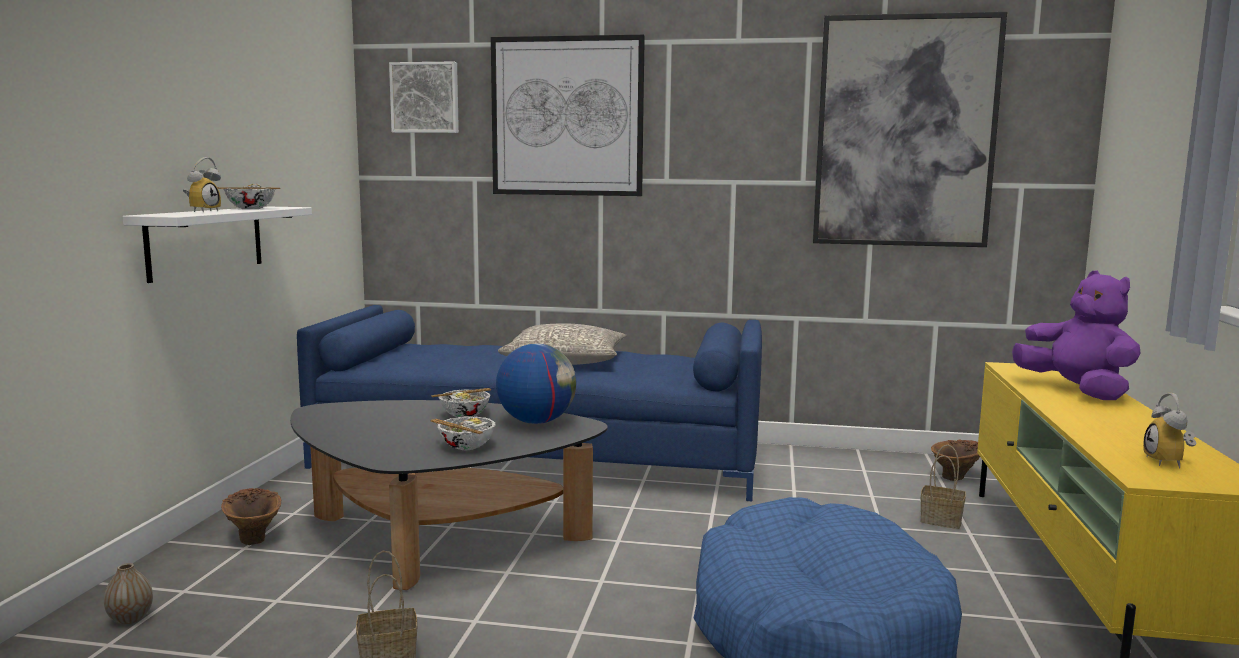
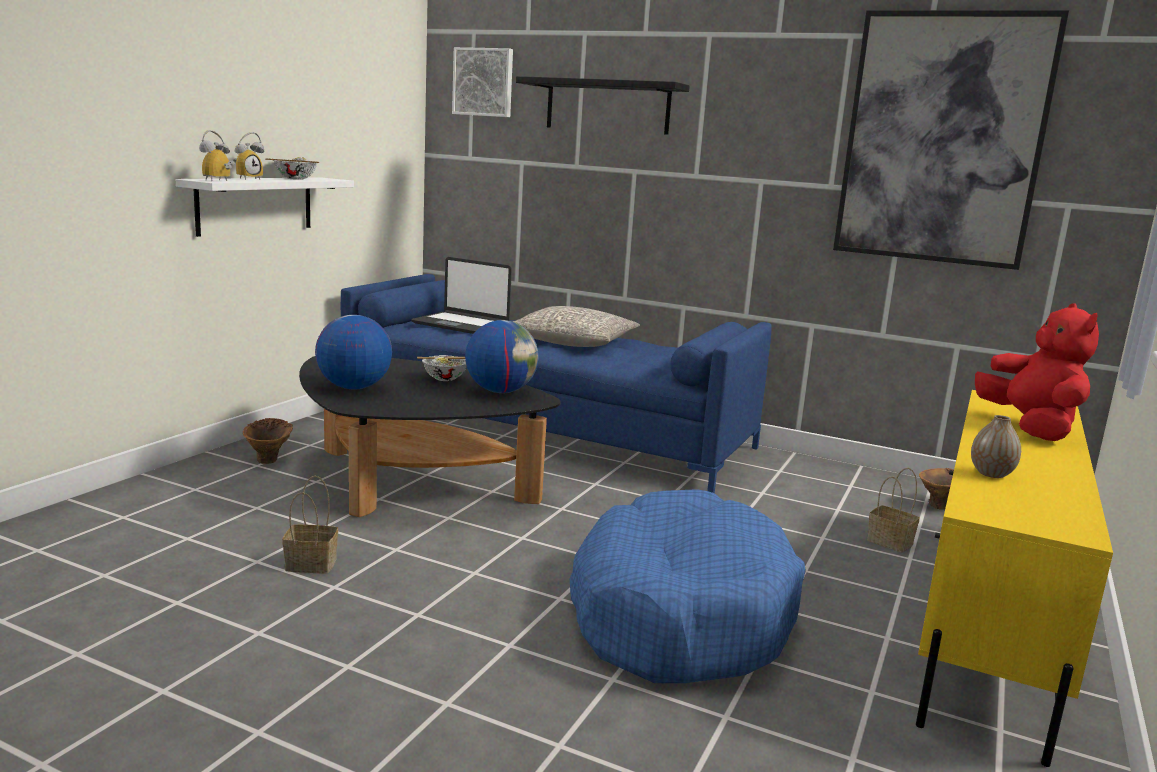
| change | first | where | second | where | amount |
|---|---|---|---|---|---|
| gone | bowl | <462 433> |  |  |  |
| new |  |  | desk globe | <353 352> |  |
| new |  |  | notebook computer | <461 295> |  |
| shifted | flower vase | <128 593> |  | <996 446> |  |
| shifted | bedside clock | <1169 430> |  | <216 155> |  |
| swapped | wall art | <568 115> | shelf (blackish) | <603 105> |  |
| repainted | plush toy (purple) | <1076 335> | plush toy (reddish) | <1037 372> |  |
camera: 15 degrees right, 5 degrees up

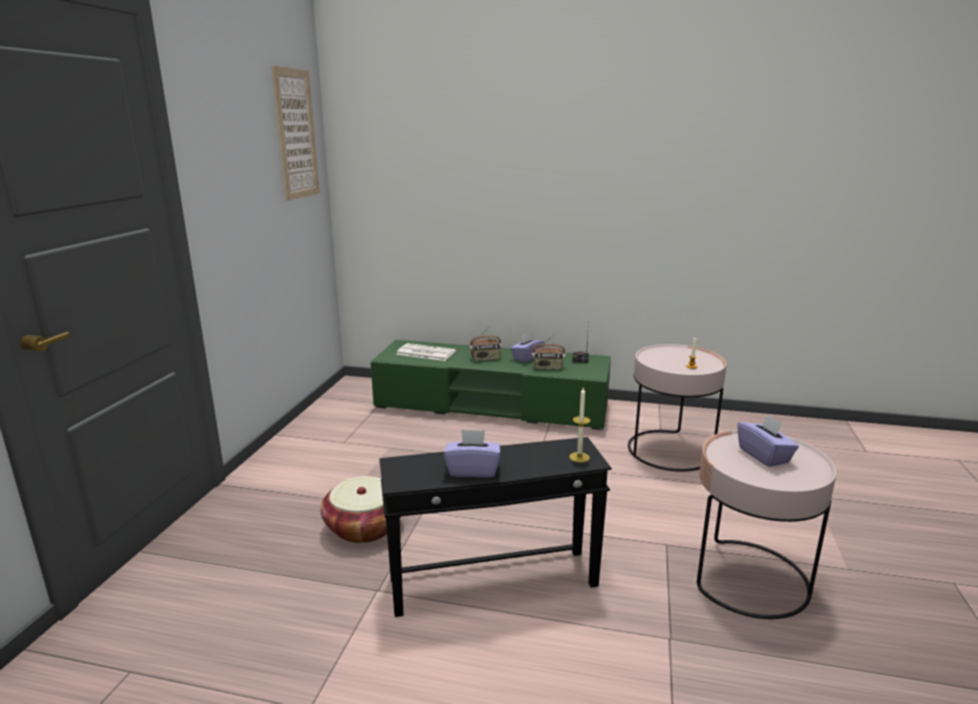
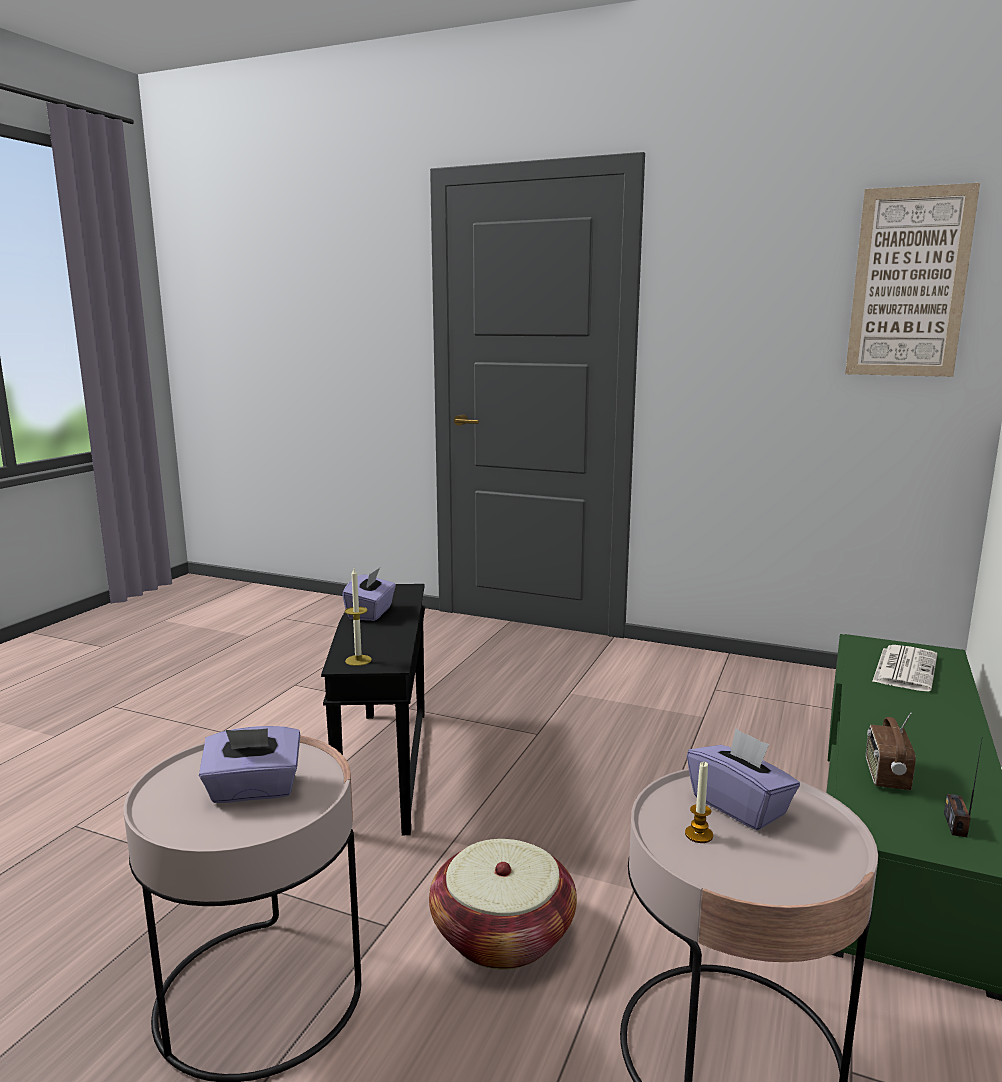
| change | first | where | second | where | amount |
|---|---|---|---|---|---|
| gone | radio set | <485 344> |  |  |  |
| shifted | basket | <361 509> |  | <503 904> |  |
| shifted | box of tissues (purple) | <528 348> |  | <743 779> |  |
camera: 100 degrees right, 5 degrees down

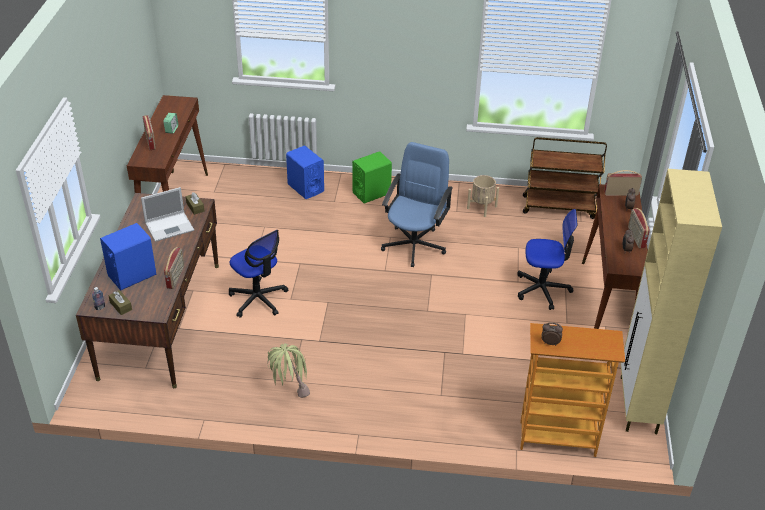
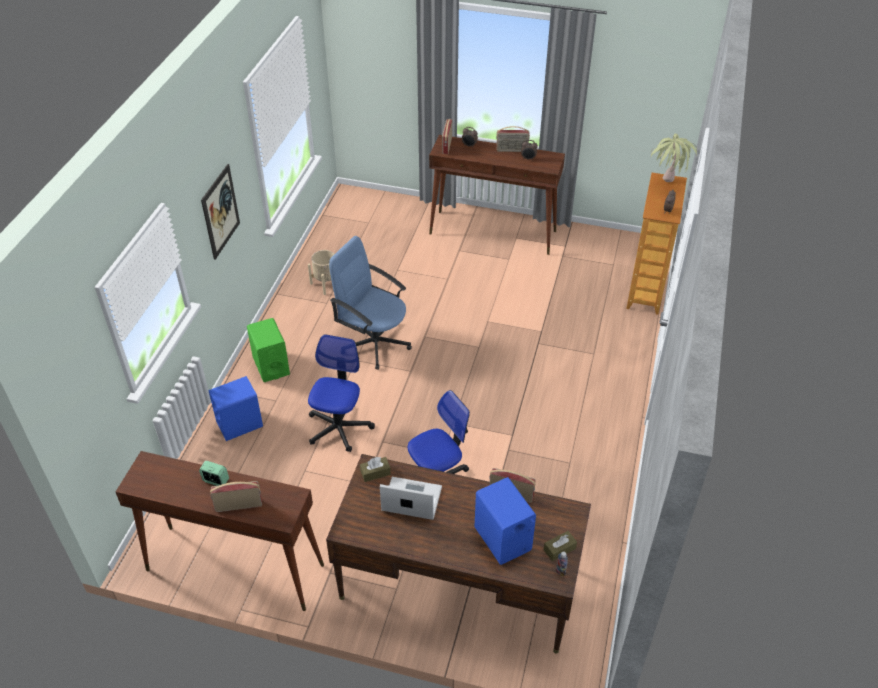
| change | first | where | second | where | amount |
|---|---|---|---|---|---|
| gone | trolley (brown-coloured) | <565 178> |  |  |  |
| gone | cabinet (beige-coloured) | <671 301> |  |  |  |
| new |  |  | wall art | <220 212> |  |
| shifted | houseplant | <289 370> |  | <674 158> |  |
| shifted | desk chair | <547 259> |  | <341 393> |  |
| rotated | notebook computer | <167 214> |  | <411 498> | 60 degrees counterclockwise |
camera: 80 degrees left, 5 degrees up

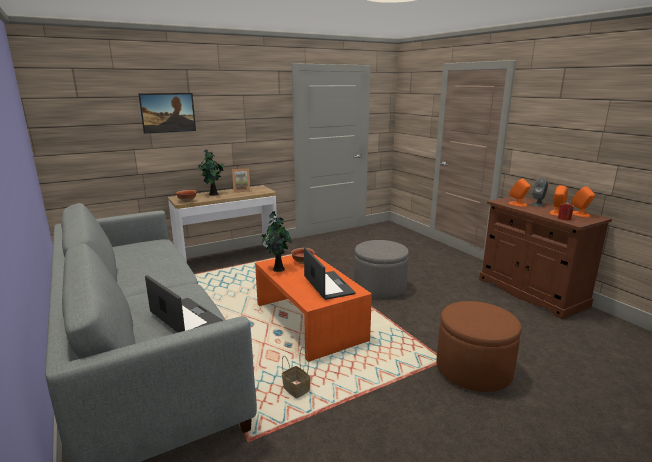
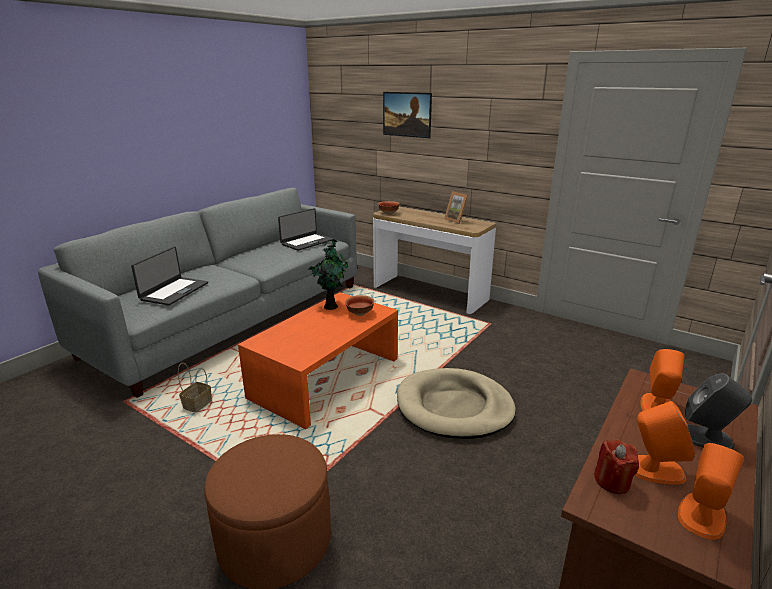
| change | first | where | second | where | amount |
|---|---|---|---|---|---|
| gone | houseplant | <211 172> |  |  |  |
| shifted | notebook computer | <330 273> |  | <306 229> |  |
| swapped | ottoman (gray) | <381 269> | pet bed (beige-coloured) | <456 403> |  |
camera: 65 degrees right, 5 degrees up

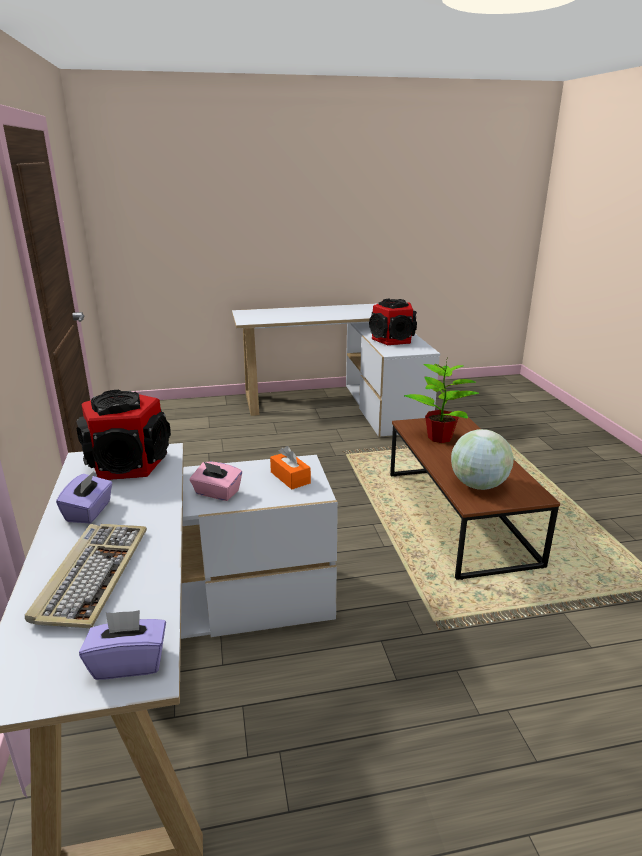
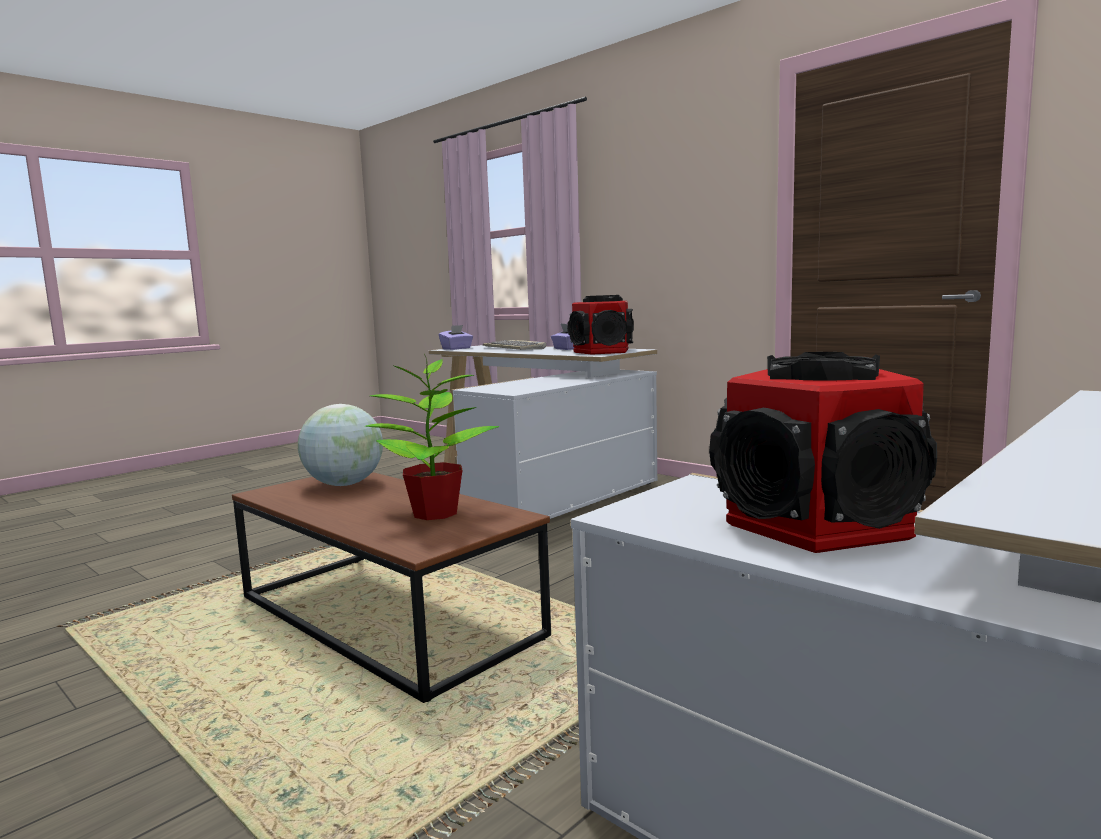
| change | first | where | second | where | amount |
|---|---|---|---|---|---|
| gone | box of tissues (pink) | <216 481> |  |  |  |
| gone | box of tissues (orange-coloured) | <290 467> |  |  |  |
camera: 145 degrees right, 15 degrees down

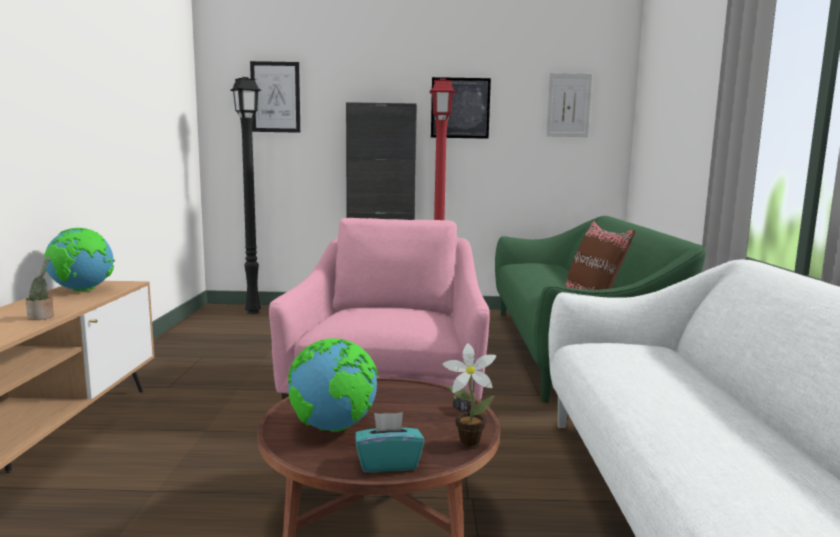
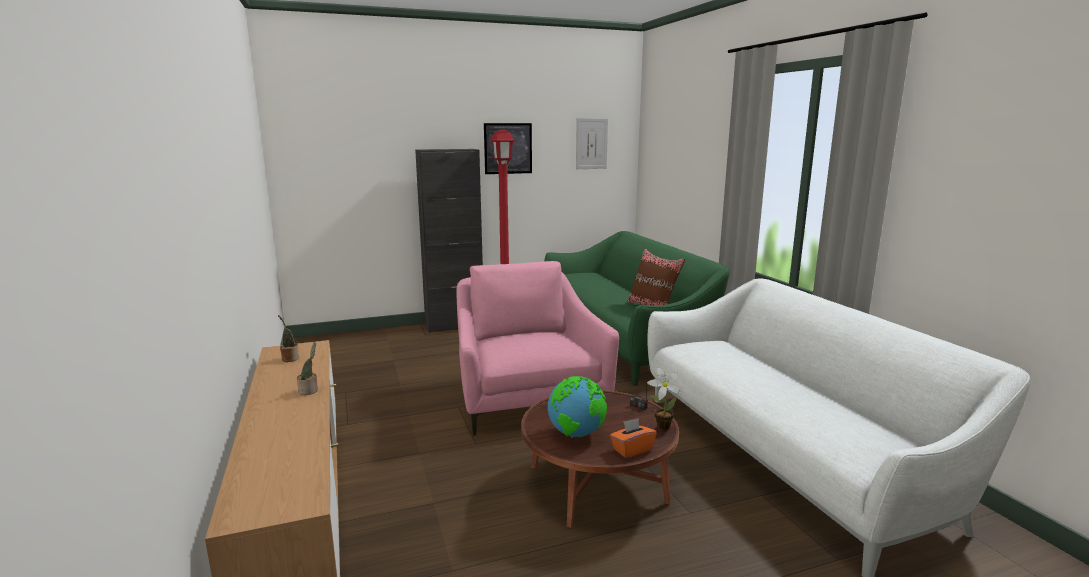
| change | first | where | second | where | amount |
|---|---|---|---|---|---|
| gone | floor lamp (blackish) | <245 195> |  |  |  |
| gone | wall art | <275 97> |  |  |  |
| swapped | desk globe | <79 259> | houseplant | <288 338> |  |
| repainted | box of tissues (turquoise) | <389 442> | box of tissues (orange-coloured) | <633 438> |  |
camera: 20 degrees left, 5 degrees up

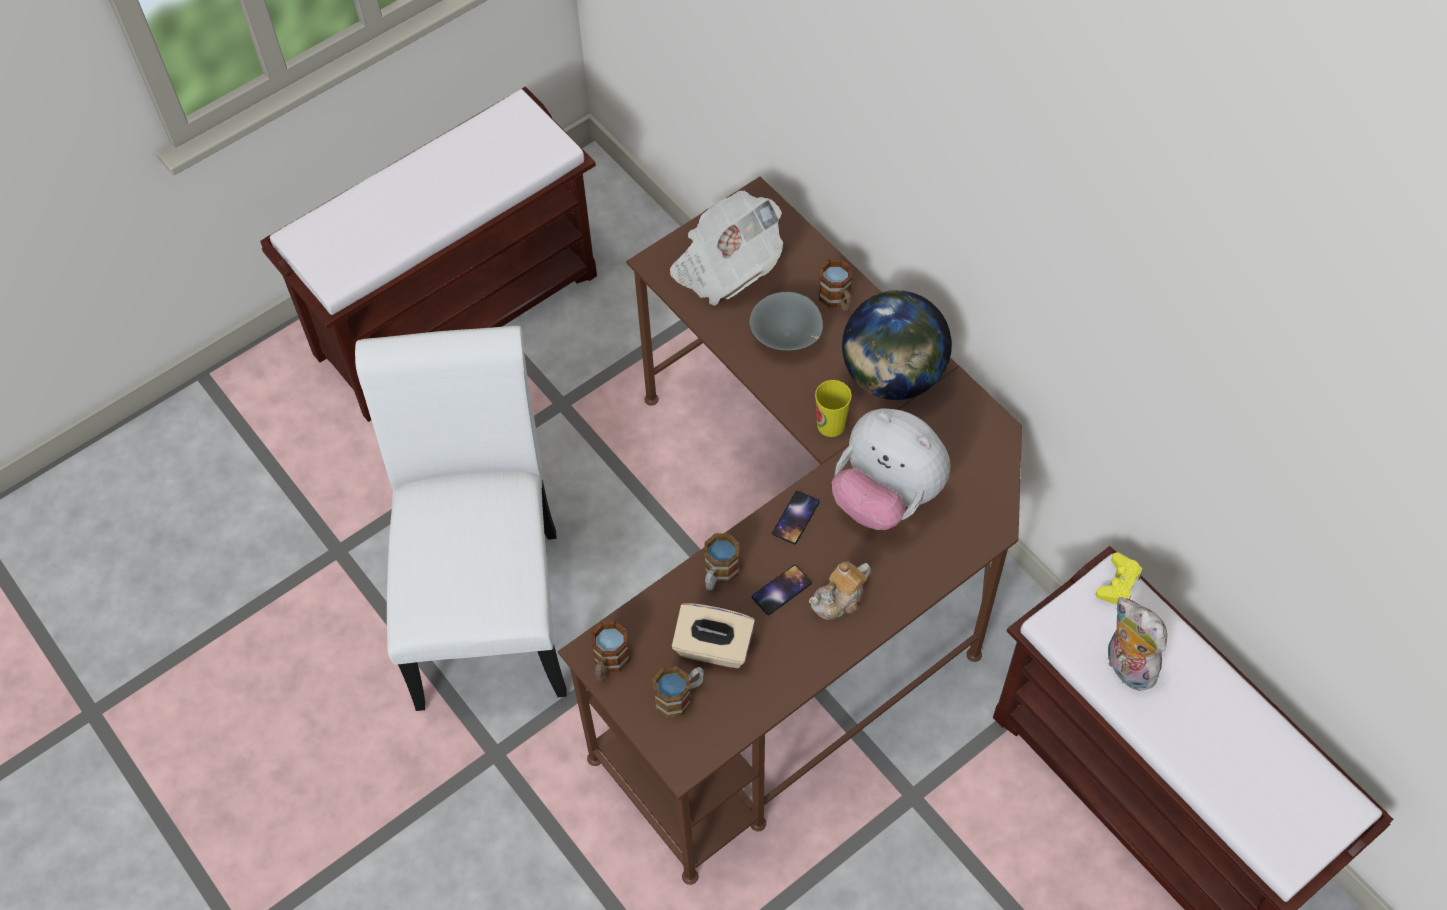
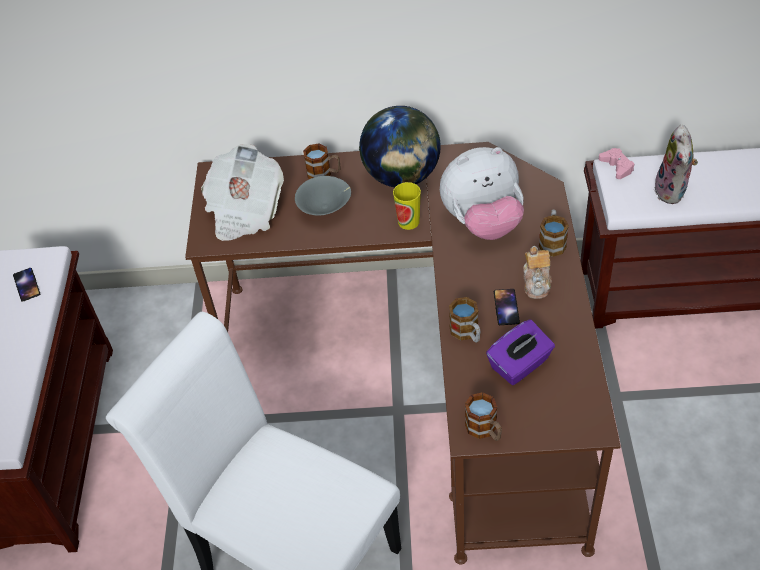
| change | first | where | second | where | amount |
|---|---|---|---|---|---|
| shifted | coffee mug | <678 692> |  | <554 233> |  |
| shifted | phone | <796 518> |  | <26 285> |  |
| repainted | box of tissues (beige-coloured) | <713 635> | box of tissues (purple) | <520 352> |  |
| repainted | joypad (yellowish) | <1118 578> | joypad (pink) | <616 163> |  |
| rotated | plush toy | <1136 644> |  | <676 164> | 90 degrees counterclockwise |
camera: 50 degrees left, 10 degrees down

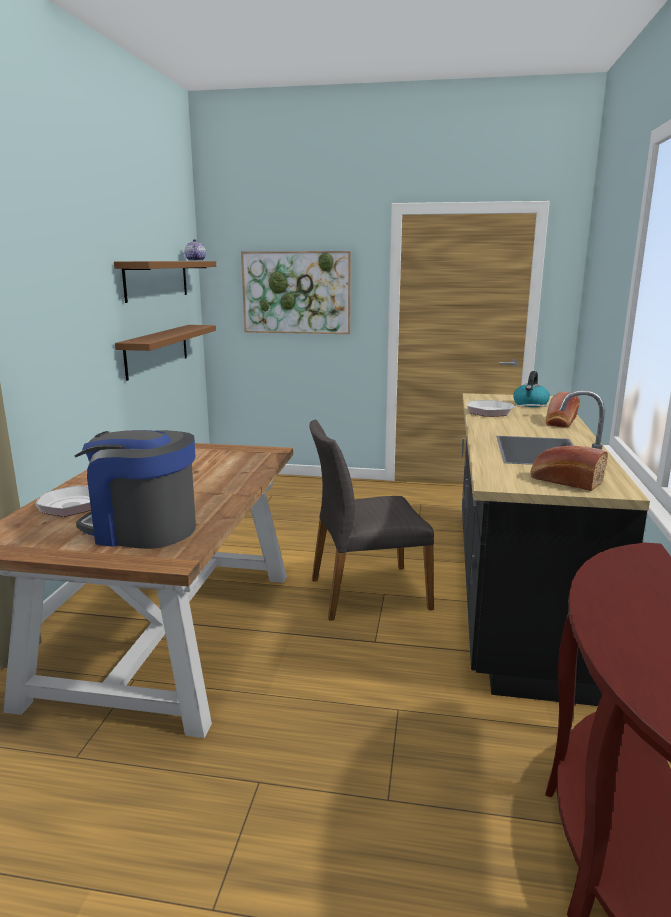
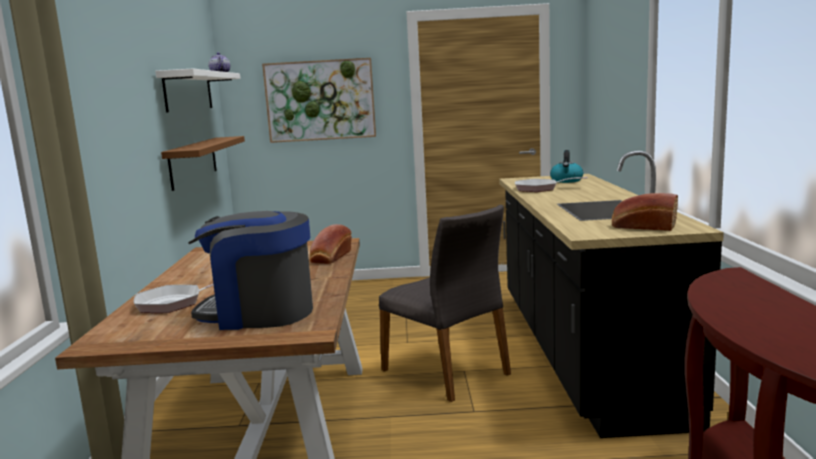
| change | first | where | second | where | amount |
|---|---|---|---|---|---|
| shifted | bread | <563 410> |  | <330 244> |  |
| repainted | shelf (brown-coloured) | <165 282> | shelf (white) | <198 90> |  |
| rotated | upright chair (gray) | <371 520> |  | <445 303> | 105 degrees counterclockwise |
camera: 10 degrees left, 5 degrees down

